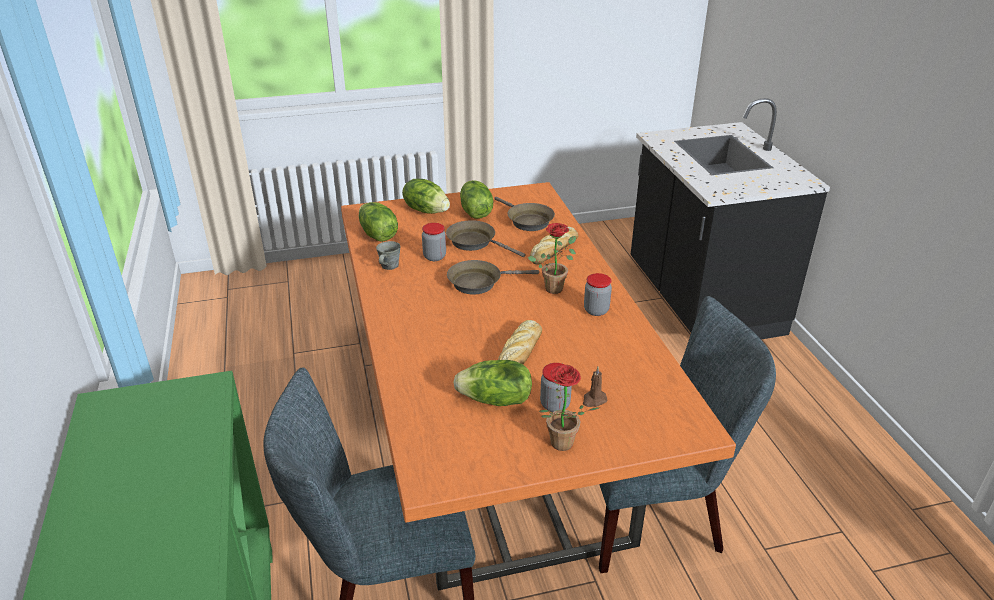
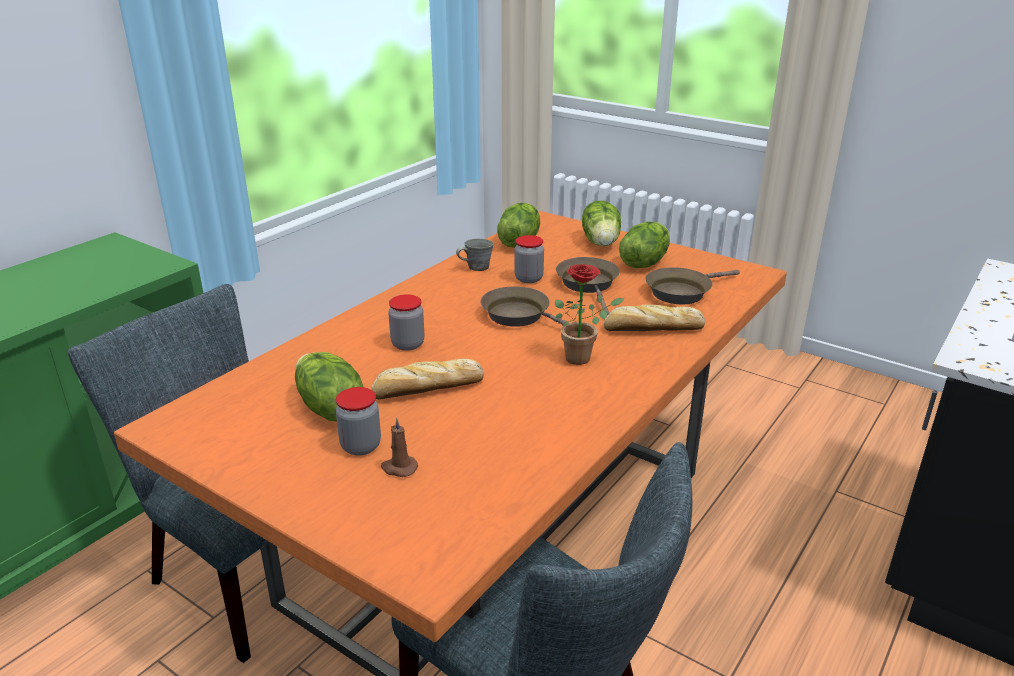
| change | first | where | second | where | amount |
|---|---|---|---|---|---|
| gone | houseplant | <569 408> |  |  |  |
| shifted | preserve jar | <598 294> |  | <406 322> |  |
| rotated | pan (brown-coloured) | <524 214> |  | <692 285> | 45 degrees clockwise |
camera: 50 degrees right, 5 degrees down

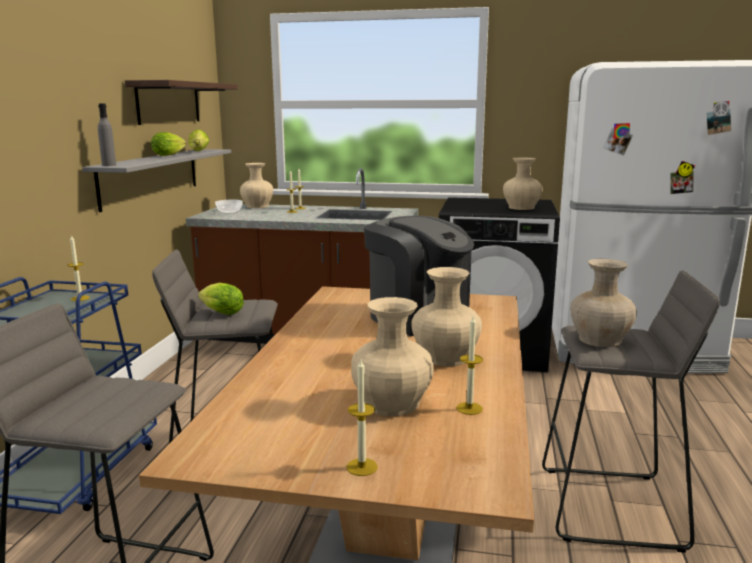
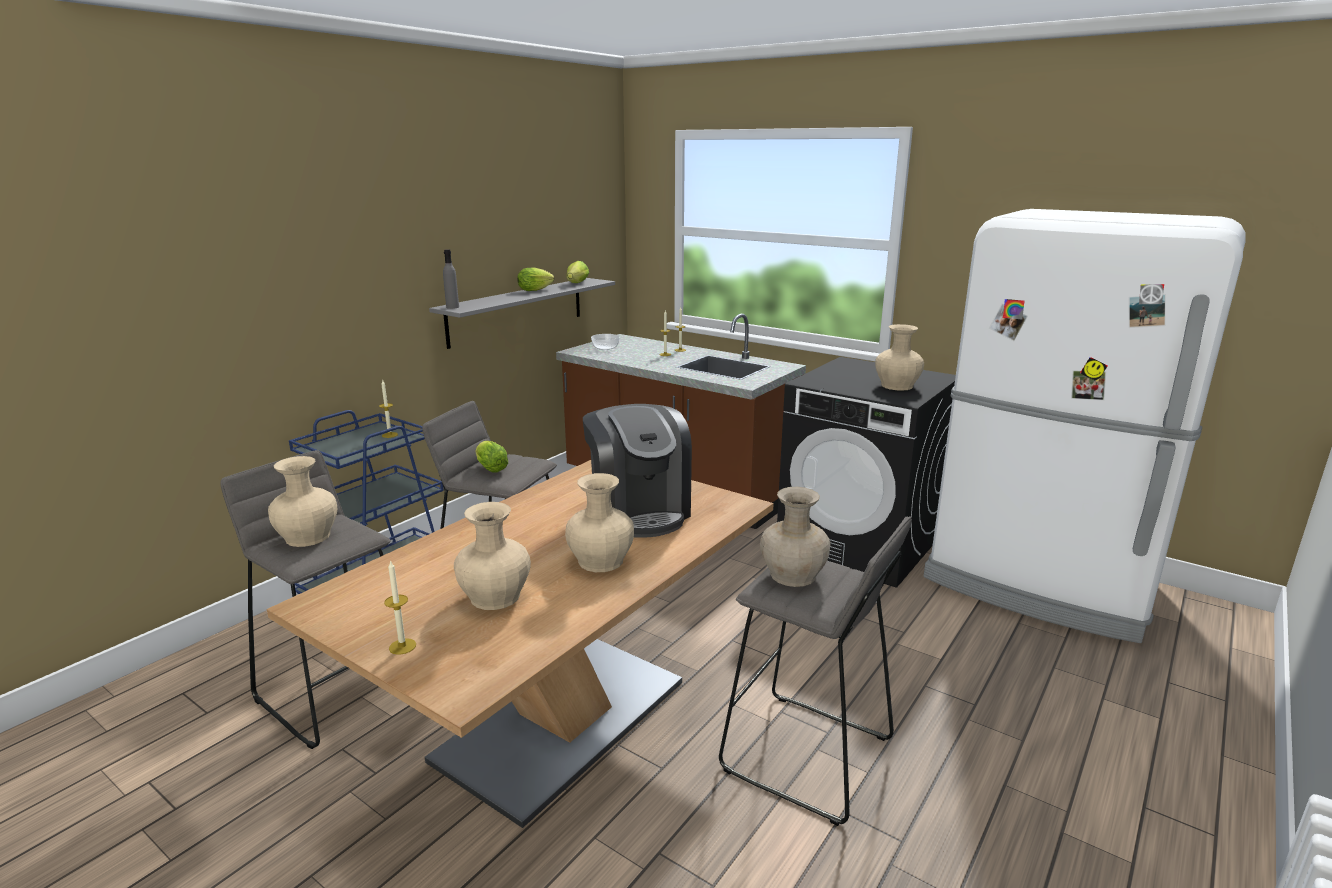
| change | first | where | second | where | amount |
|---|---|---|---|---|---|
| gone | shelf | <181 102> |  |  |  |
| gone | candle | <469 365> |  |  |  |
| shifted | flower vase (beige-coloured) | <256 185> |  | <302 501> |  |
camera: 25 degrees right, 5 degrees up

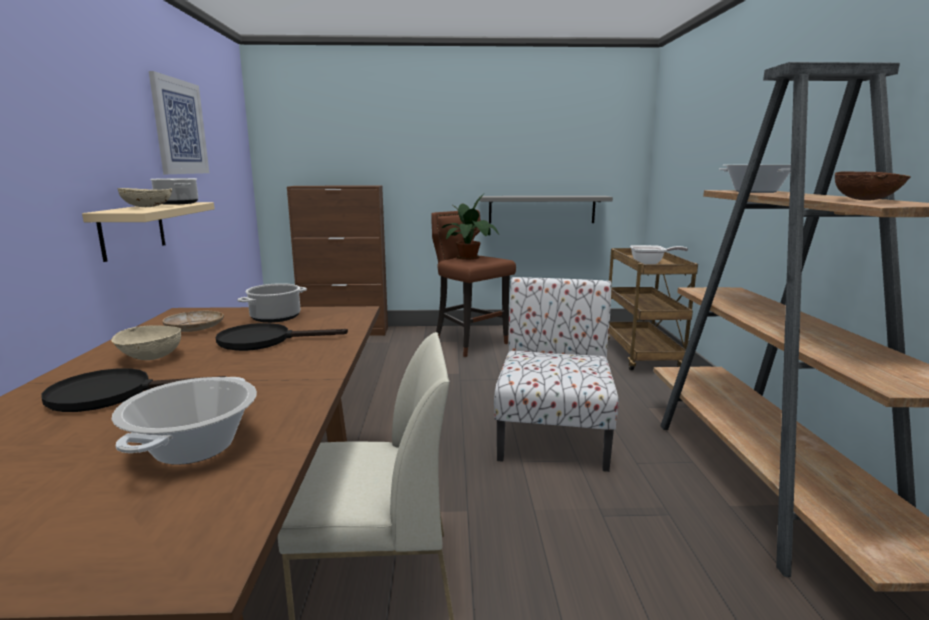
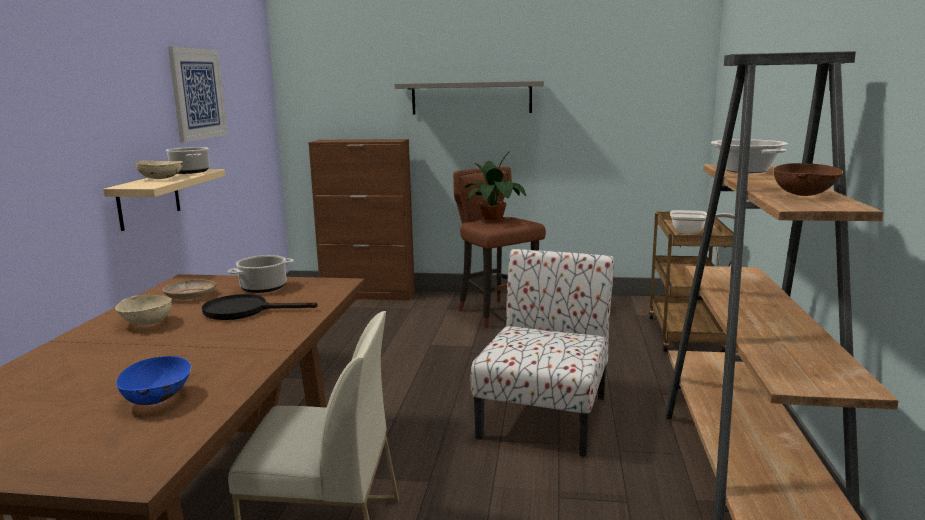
| change | first | where | second | where | amount |
|---|---|---|---|---|---|
| gone | pan (blackish) | <133 390> |  |  |  |
| shifted | shelf (gray) | <546 209> |  | <469 97> |  |
| swapped | cooking pot | <184 421> | bowl (blue-coloured) | <154 380> |  |
camera: 10 degrees right, 0 degrees up

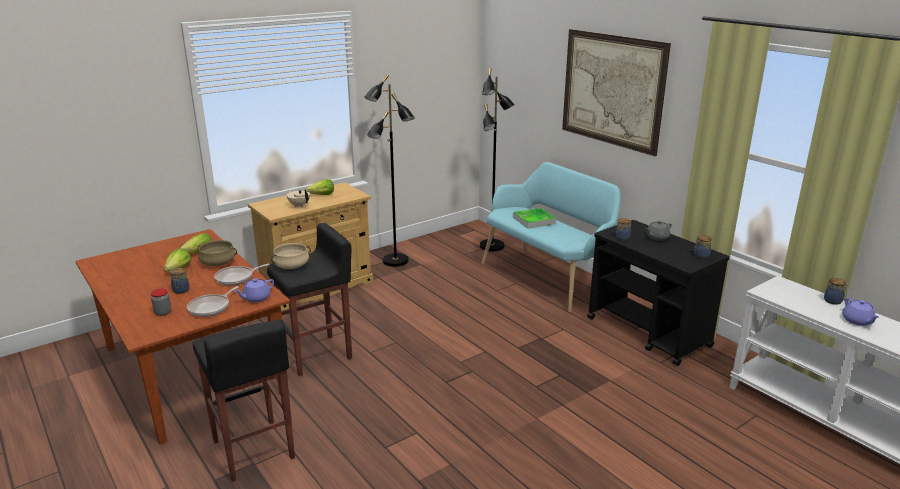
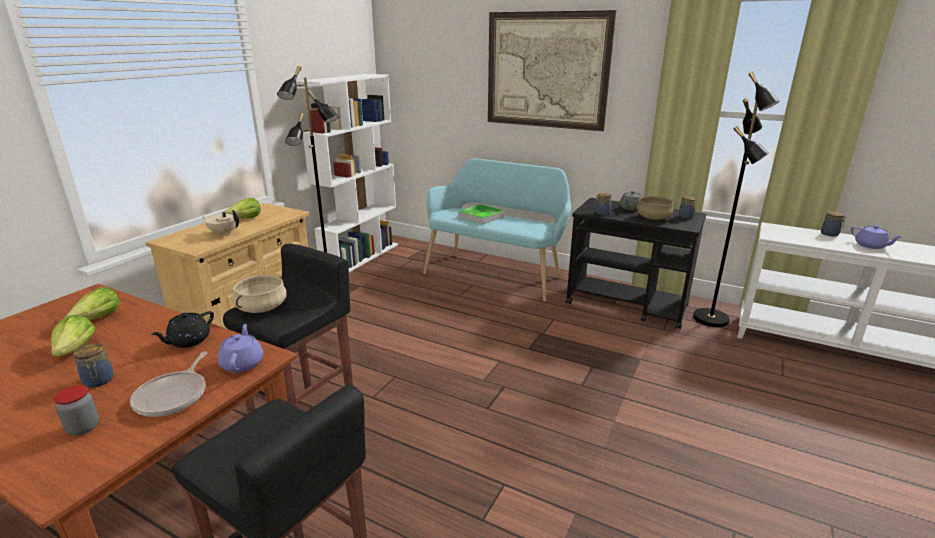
| change | first | where | second | where | amount |
|---|---|---|---|---|---|
| new |  |  | bookshelf (white) | <347 173> |  |
| shifted | cooking pot (beige-coloured) | <217 253> |  | <654 208> |  |
| shifted | floor lamp (blackish) | <497 159> |  | <736 199> |  |
| swapped | pan | <242 274> | teapot (blackish) | <182 329> |  |
| rotated | teapot (purple) | <254 290> |  | <240 348> | 150 degrees clockwise |
camera: 25 degrees left, 0 degrees up

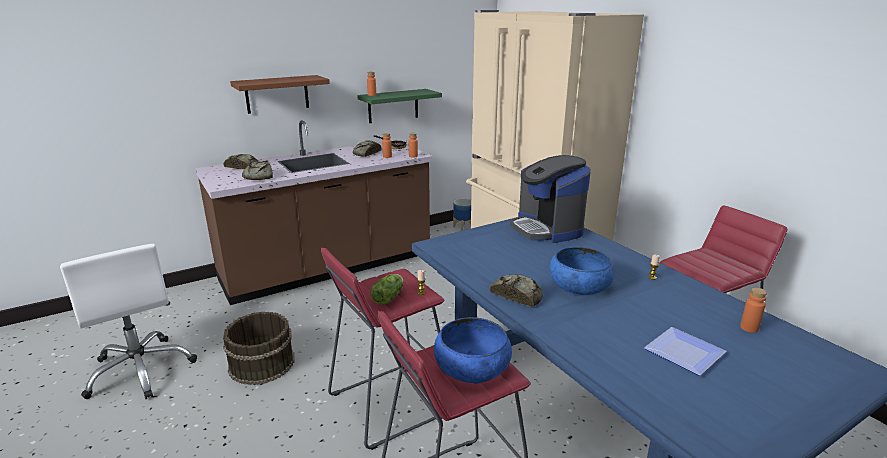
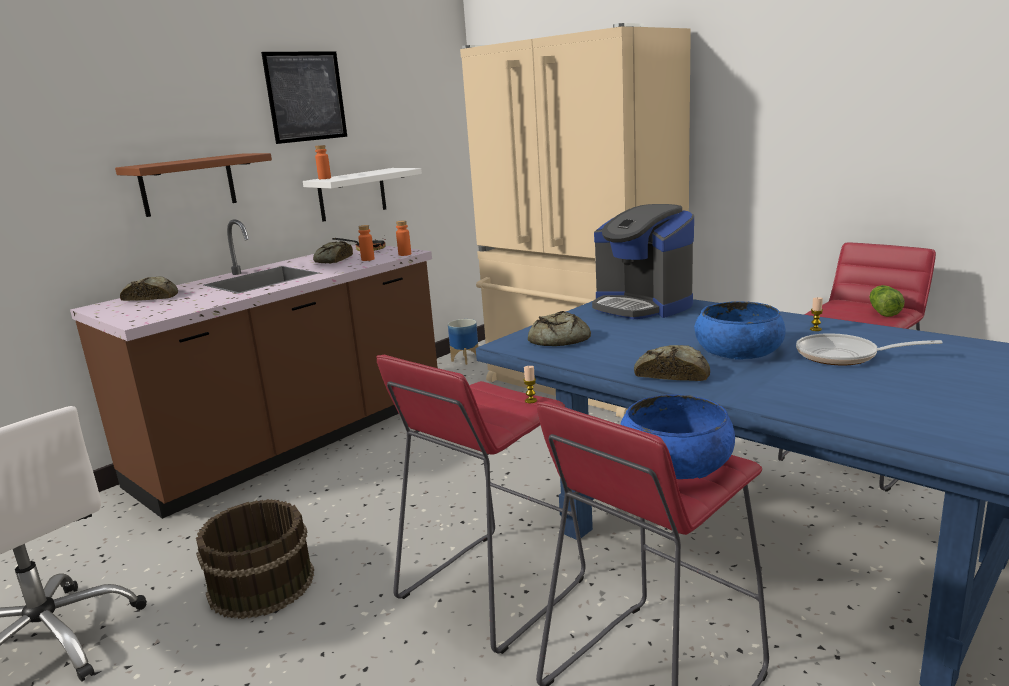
| change | first | where | second | where | amount |
|---|---|---|---|---|---|
| gone | flat dish | <685 351> |  |  |  |
| gone | bottle (orange-coloured) | <753 310> |  |  |  |
| new |  |  | wall art | <304 97> |  |
| new |  |  | pan | <869 349> |  |
| shifted | bread | <257 170> |  | <559 328> |  |
| shifted | lettuce | <387 289> |  | <887 301> |  |
| repainted | shelf (green-coloured) | <399 106> | shelf (white) | <362 195> |  |
camera: 15 degrees left, 5 degrees down

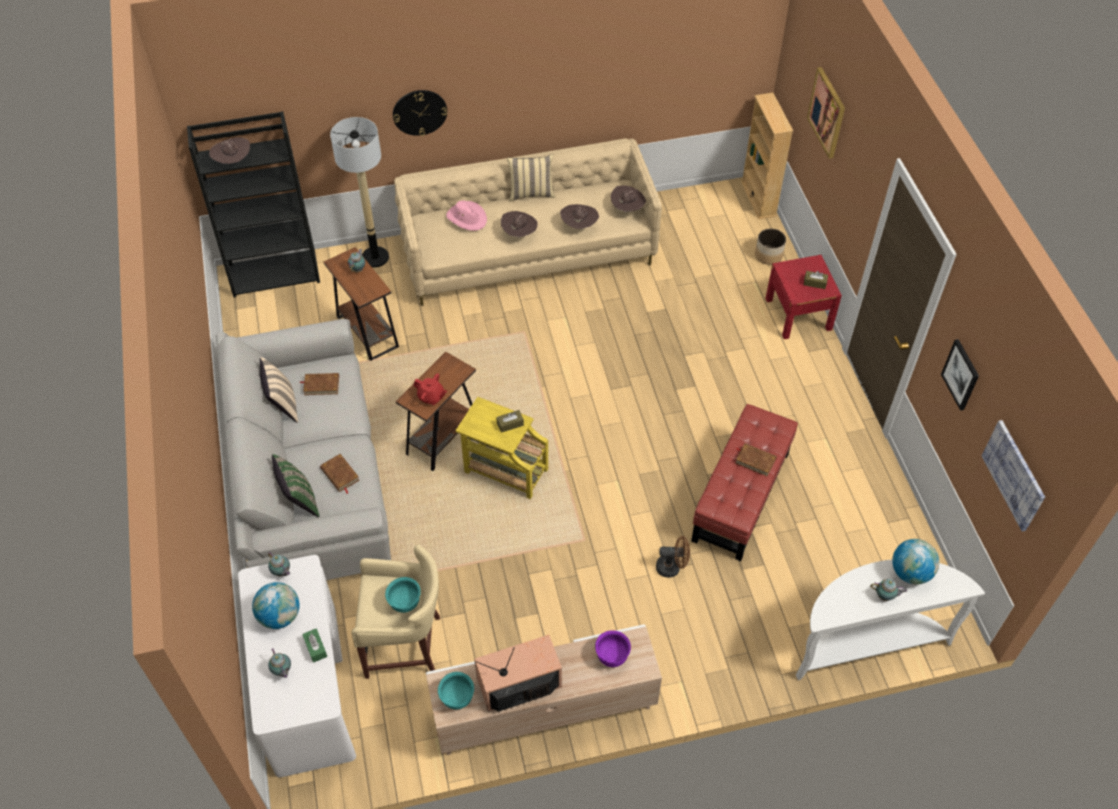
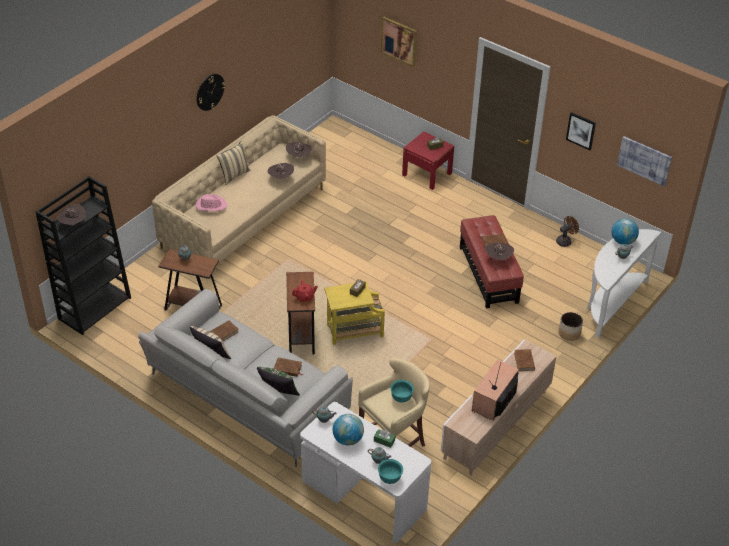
| change | first | where | second | where | amount |
|---|---|---|---|---|---|
| gone | floor lamp | <359 192> |  |  |  |
| gone | bookshelf (beige-coloured) | <767 155> |  |  |  |
| shifted | clock on the wall | <420 113> |  | <211 92> |  |
| shifted | bowl (turquoise) | <456 691> |  | <390 471> |  |
| shifted | hat (brown-coloured) | <519 224> |  | <499 251> |  |
| shifted | fan (brown-coloured) | <673 556> |  | <567 231> |  |
| shifted | planter | <770 246> |  | <570 326> |  |
| swapped | bowl (purple) | <613 648> | book (brown-coloured) | <524 360> |  |
camera: 40 degrees left, 10 degrees down

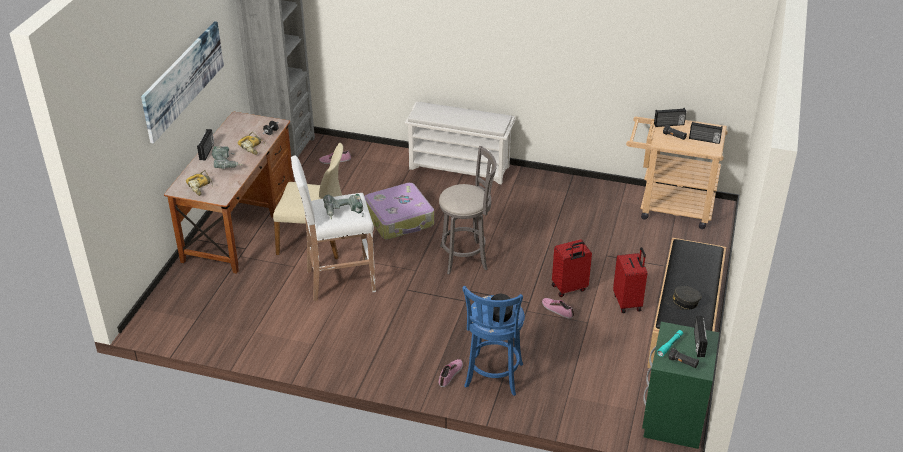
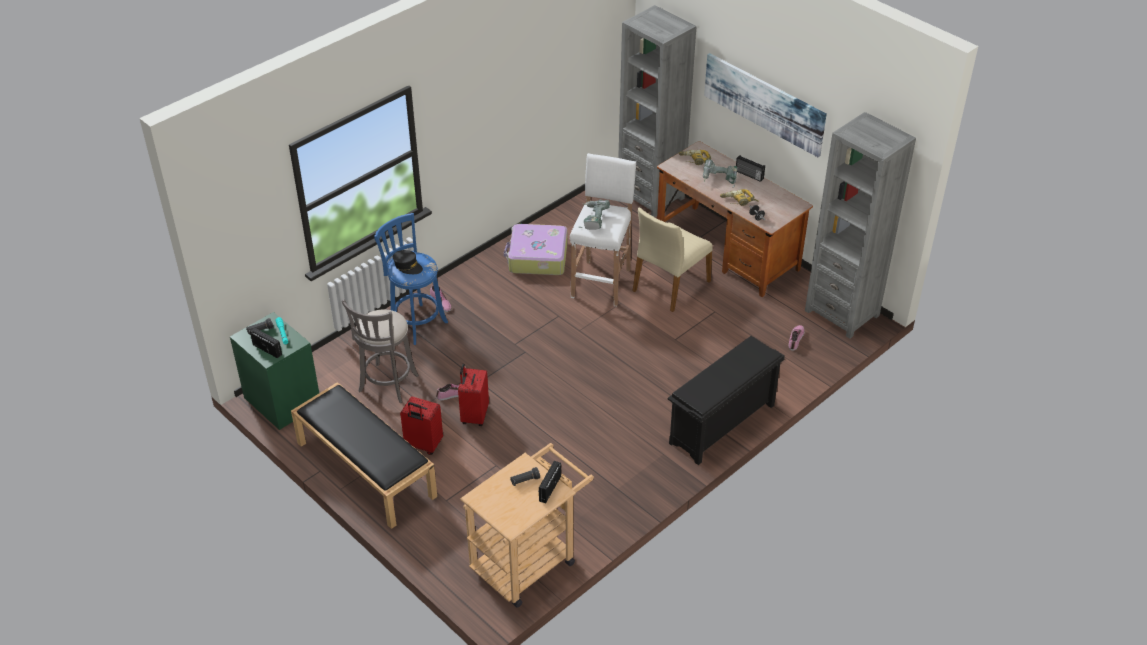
| change | first | where | second | where | amount |
|---|---|---|---|---|---|
| gone | peaked cap (gray) | <682 298> |  |  |  |
| gone | radio set | <706 132> |  |  |  |
| new |  |  | bookshelf (gray) | <657 111> |  |
| shifted | suitcase | <399 211> |  | <535 249> |  |
| shifted | stool seat (gray) | <468 210> |  | <380 351> |  |
| repainted | shoe stand (white) | <460 143> | shoe stand (blackish) | <726 400> |  |
camera: 120 degrees right, 5 degrees up

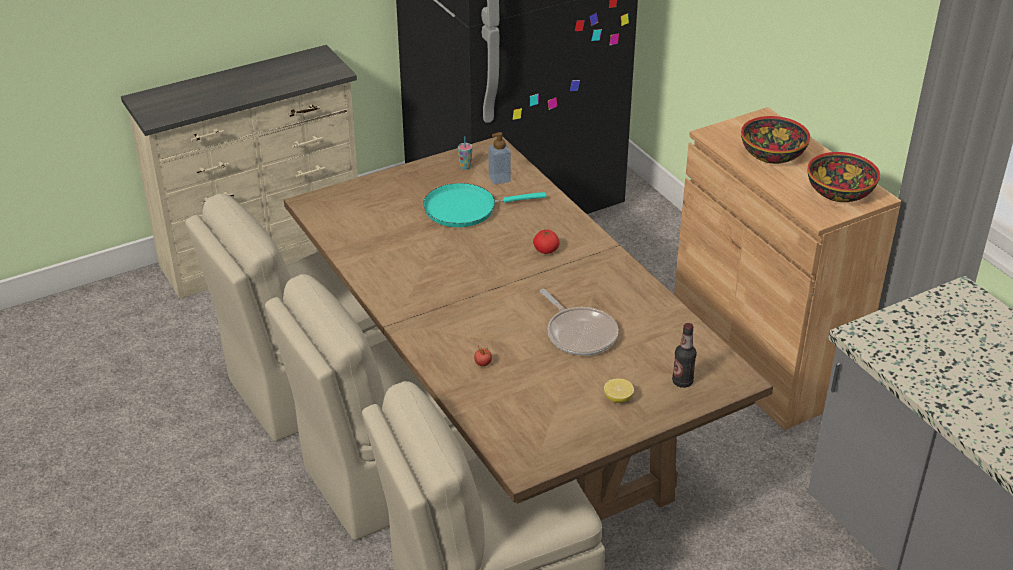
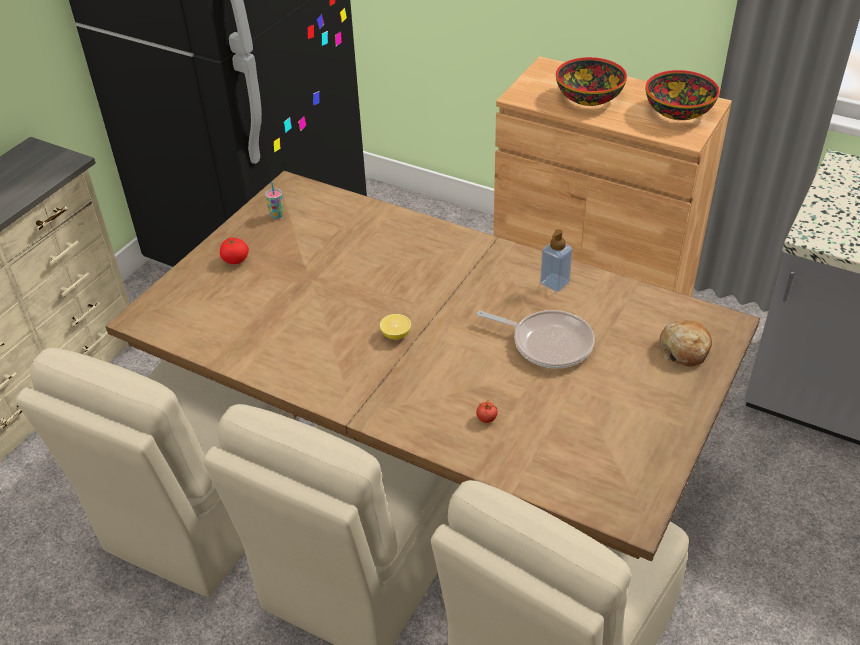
| change | first | where | second | where | amount |
|---|---|---|---|---|---|
| gone | pan (turquoise) | <484 205> |  |  |  |
| shifted | soap dispenser | <499 158> |  | <556 260> |  |
| shifted | tomato | <546 242> |  | <234 251> |  |
| shifted | whole lemon | <619 390> |  | <395 327> |  |
| swapped | bottle | <684 355> | bread | <685 343> |  |
camera: 30 degrees left, 5 degrees up

